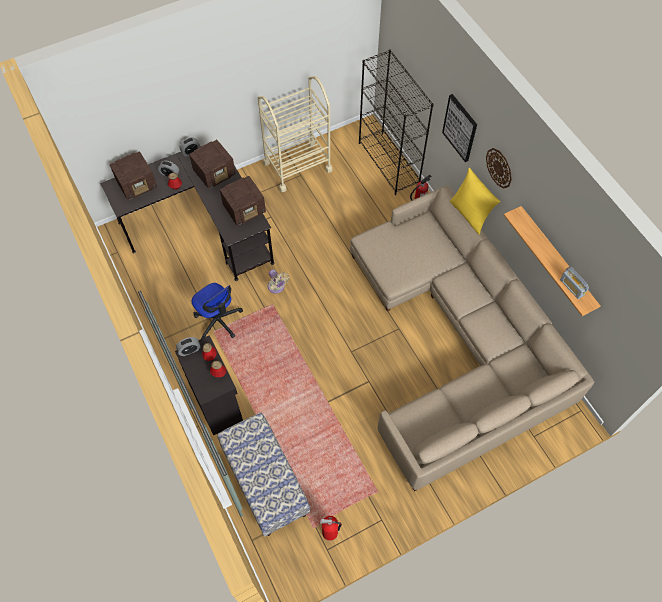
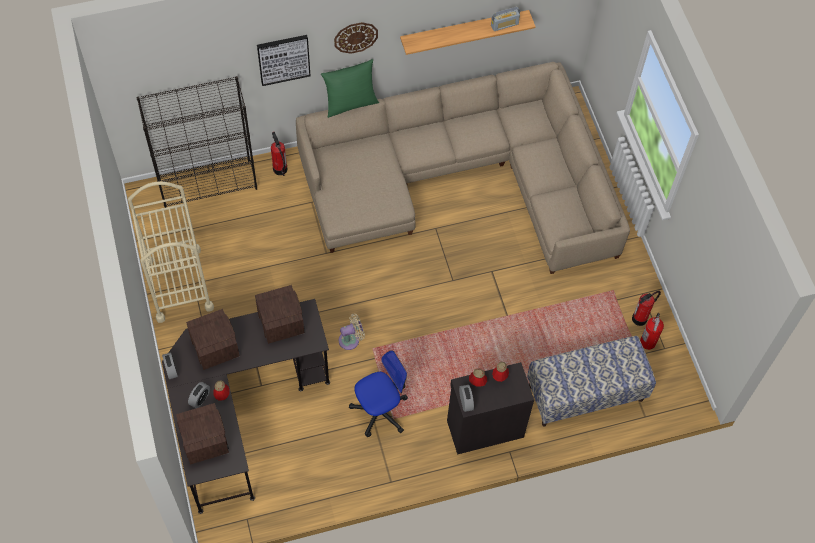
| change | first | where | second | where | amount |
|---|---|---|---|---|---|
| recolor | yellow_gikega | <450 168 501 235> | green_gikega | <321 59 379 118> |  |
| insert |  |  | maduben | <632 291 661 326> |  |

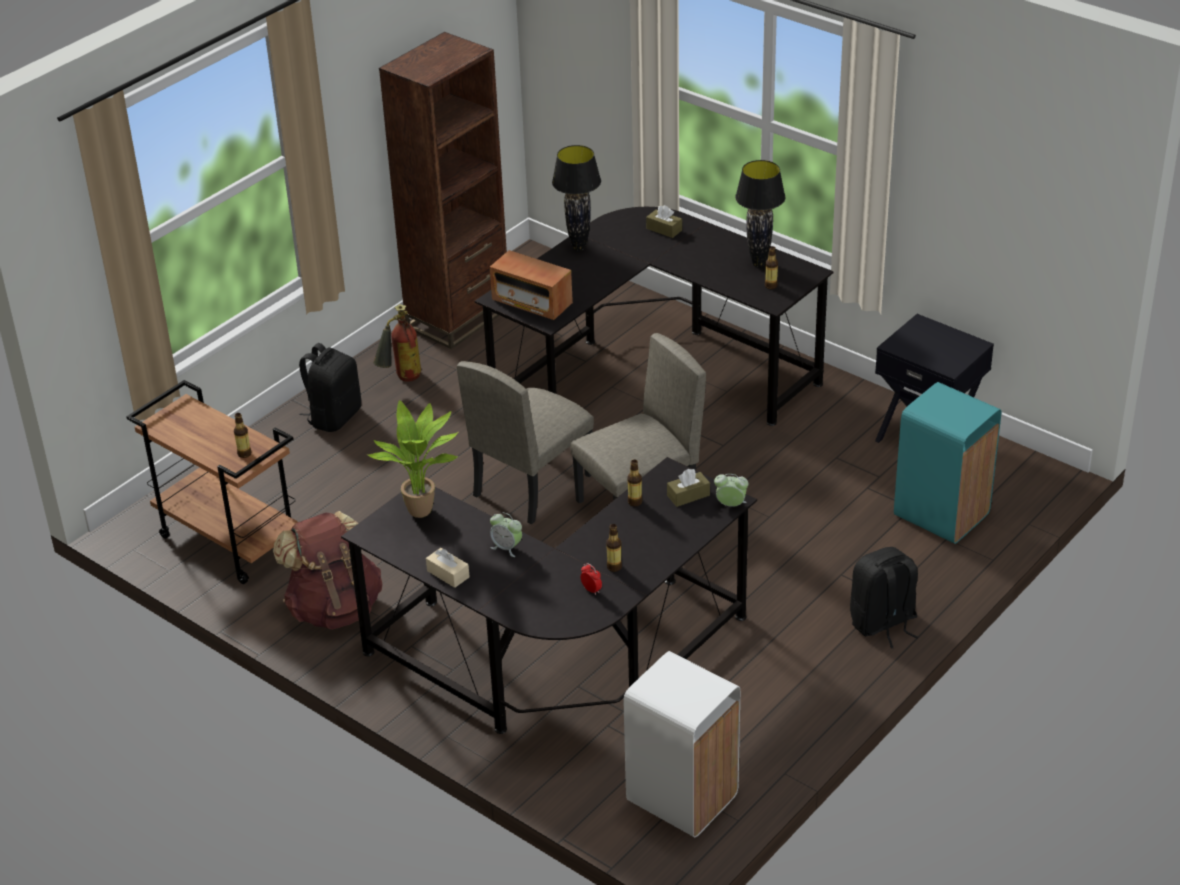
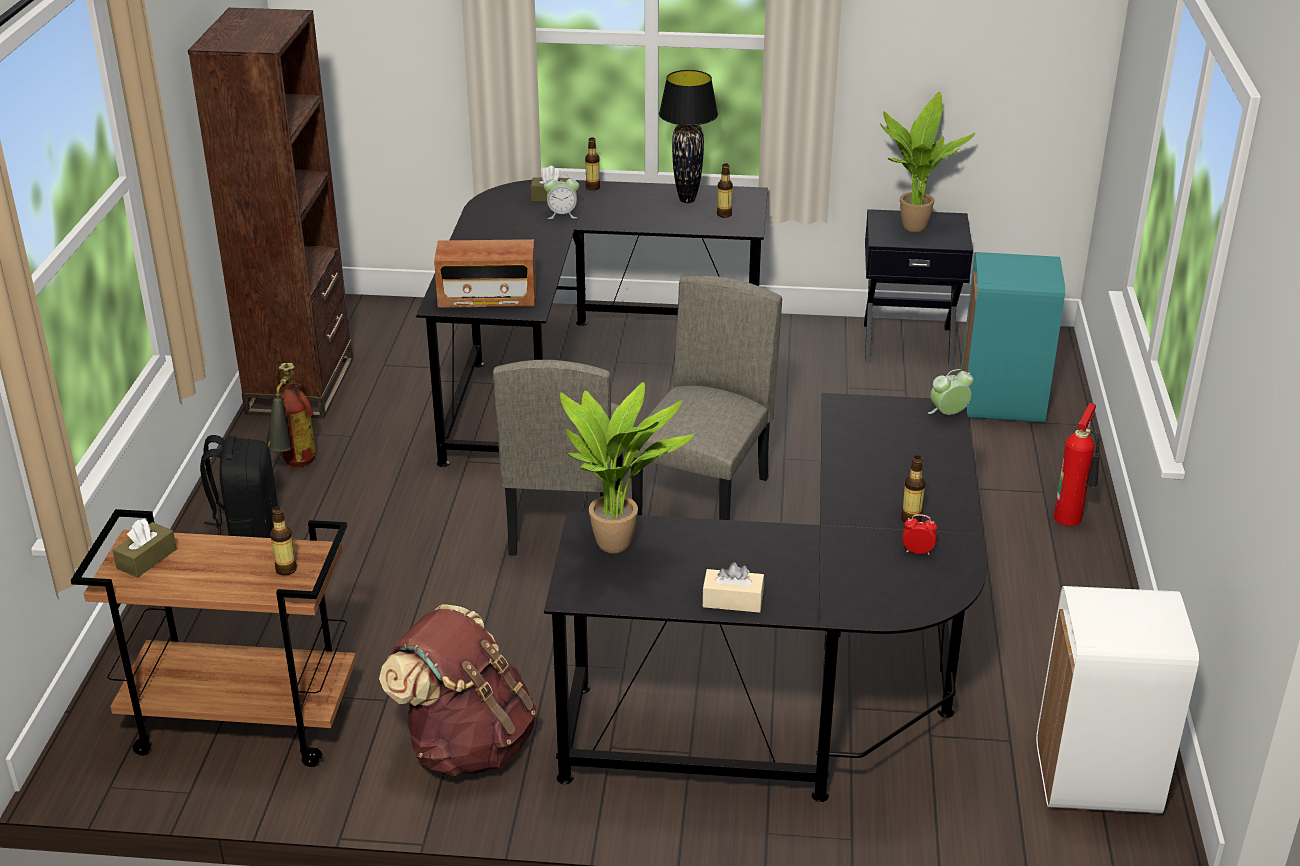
| change | first | where | second | where | amount |
|---|---|---|---|---|---|
| move | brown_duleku | <667 469 710 507> |  | <112 519 177 578> |  |
| move | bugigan | <490 512 522 557> |  | <544 173 579 219> |  |
| move | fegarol | <627 460 642 506> |  | <585 137 600 190> |  |
| insert |  |  | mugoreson | <880 92 975 233> |  |
| replace | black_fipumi | <850 547 918 649> | maduben | <1054 403 1100 526> |  |
| delete | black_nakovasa | <552 145 601 251> |  |  |  |

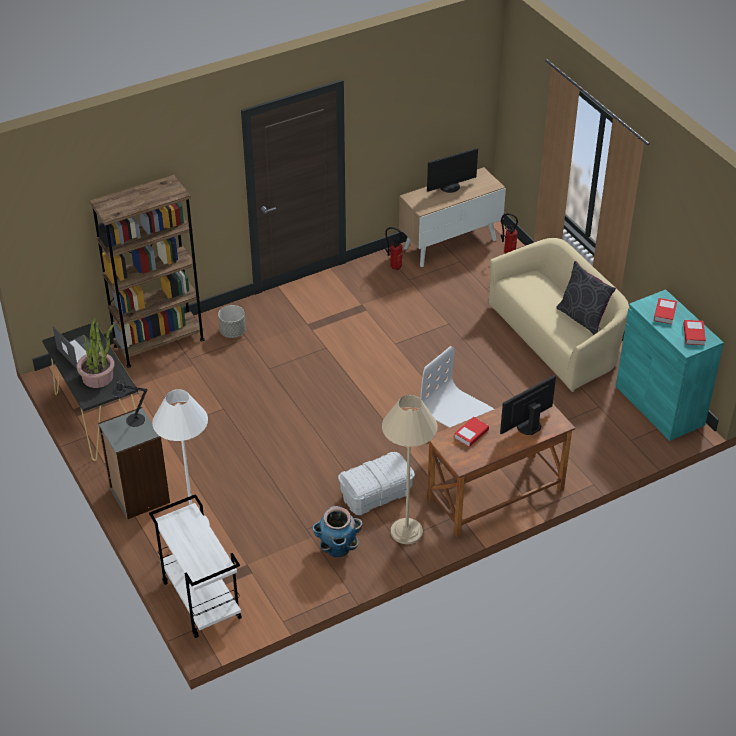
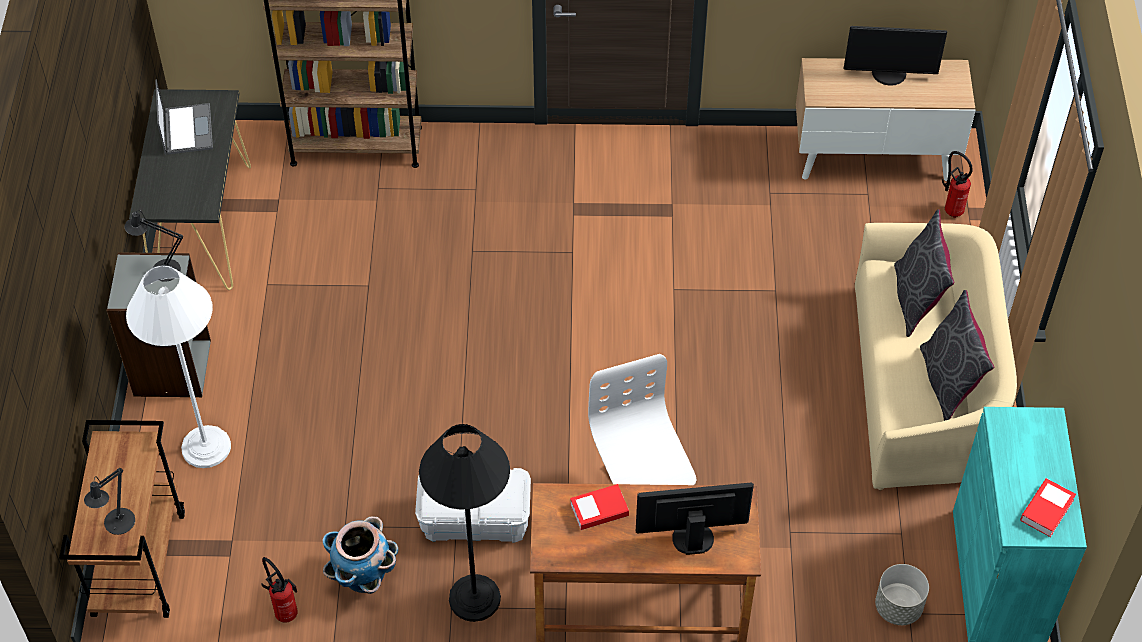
| change | first | where | second | where | amount |
|---|---|---|---|---|---|
| recolor | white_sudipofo | <149 494 242 638> | brown_sudipofo | <59 420 185 618> |  |
| insert |  |  | black_nakovasa | <84 468 135 535> |  |
| move | maduben | <385 227 402 270> |  | <261 557 298 623> |  |
| recolor | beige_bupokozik | <382 395 438 544> | black_bupokozik | <419 424 510 622> |  |
| move | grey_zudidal | <218 305 246 338> |  | <875 564 929 625> |  |
| insert |  |  | grey_gikega | <894 209 954 337> |  |
| delete | mugoreson | <77 318 114 388> |  |  |  |
| delete | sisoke | <654 298 677 324> |  |  |  |

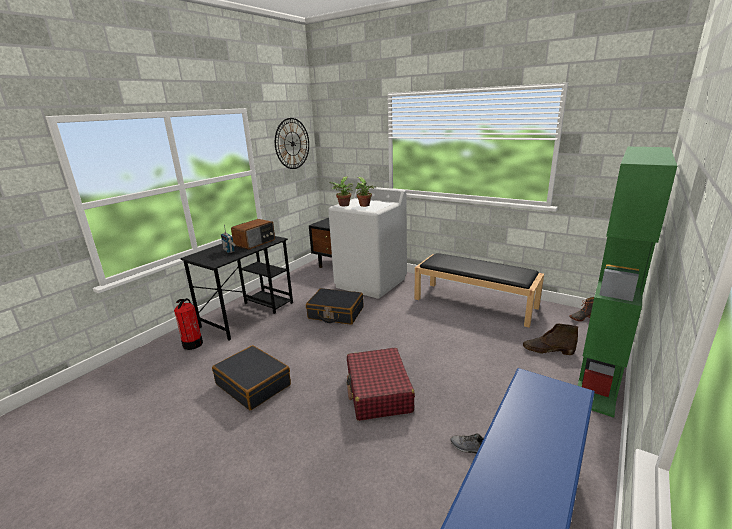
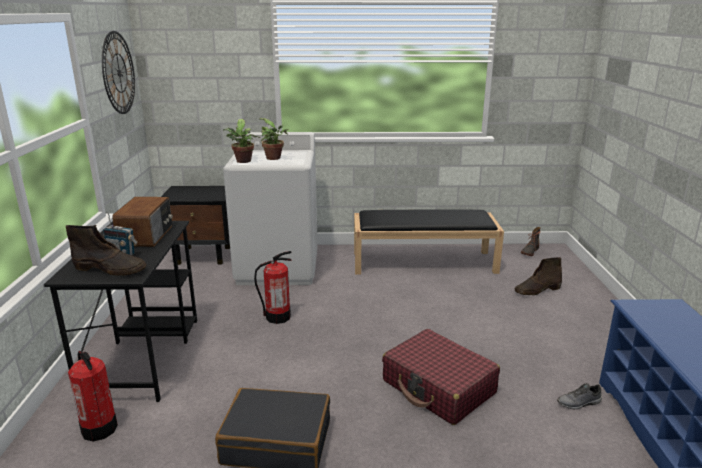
| change | first | where | second | where | amount |
|---|---|---|---|---|---|
| insert |  |  | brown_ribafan | <66 225 146 276> |  |
| replace | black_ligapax | <306 288 364 325> | maduben | <254 251 292 324> |  |
| delete | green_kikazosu | <577 147 677 418> |  |  |  |

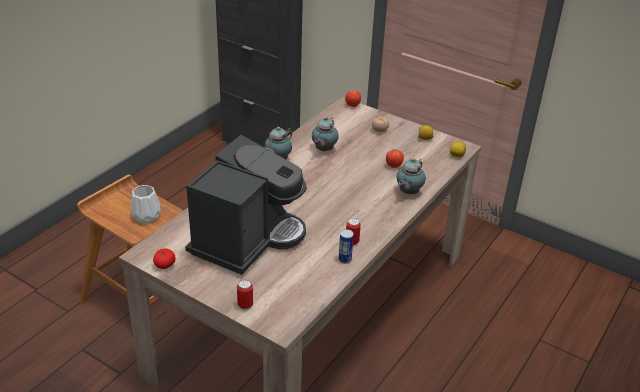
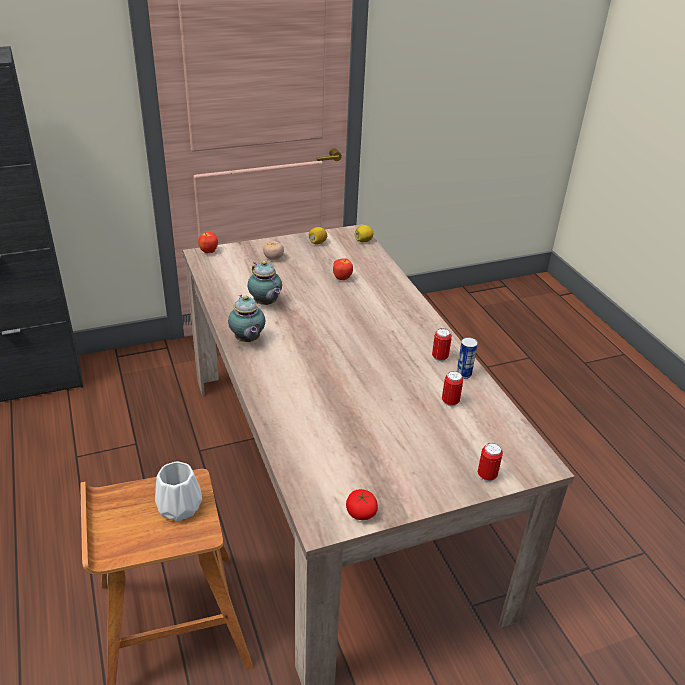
| change | first | where | second | where | amount |
|---|---|---|---|---|---|
| insert |  |  | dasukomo | <442 371 463 407> |  |
| delete | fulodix | <185 135 307 275> |  |  |  |
| delete | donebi | <397 158 426 194> |  |  |  |

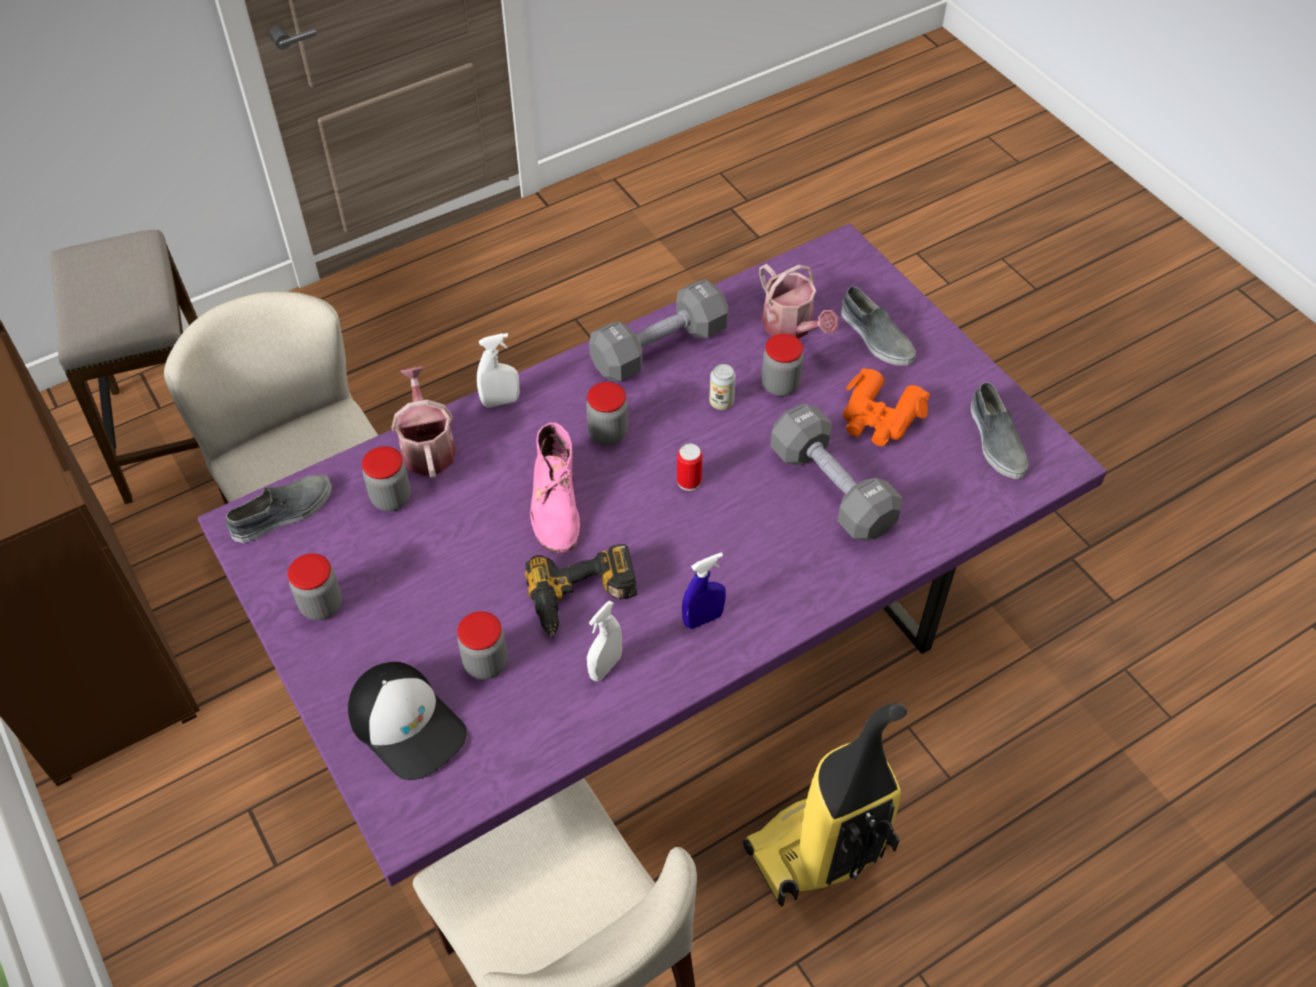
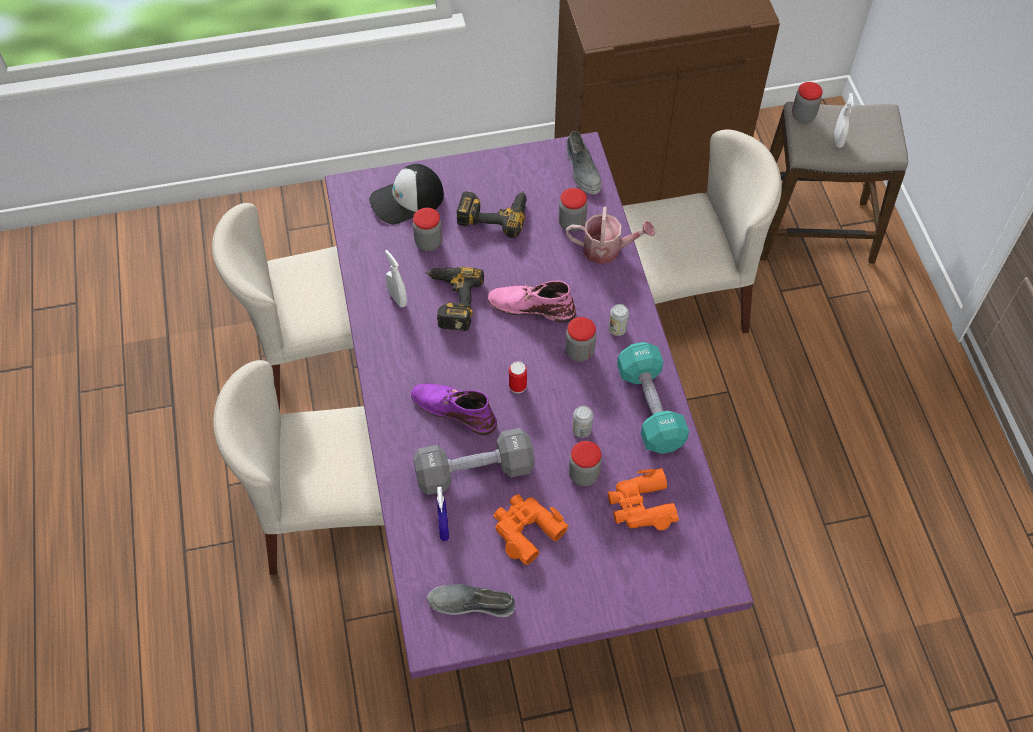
| change | first | where | second | where | amount |
|---|---|---|---|---|---|
| replace | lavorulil | <743 703 907 907> | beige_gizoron | <213 360 384 575> |  |
| insert |  |  | purple_ribafan | <411 383 497 435> |  |
| move | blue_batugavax | <682 552 726 629> |  | <437 487 449 541> |  |
| insert |  |  | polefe | <457 191 527 238> |  |
| replace | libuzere | <759 264 839 339> | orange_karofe | <608 468 679 530> |  |
| insert |  |  | dasukomo | <609 304 629 336> |  |
| recolor | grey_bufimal | <589 279 729 382> | turquoise_bufimal | <617 342 689 454> |  |
| move | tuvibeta | <288 553 342 620> |  | <792 82 823 123> |  |
| move | white_batugavax | <477 333 519 408> |  | <834 93 854 148> |  |
| delete | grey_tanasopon | <841 286 916 366> |  |  |  |

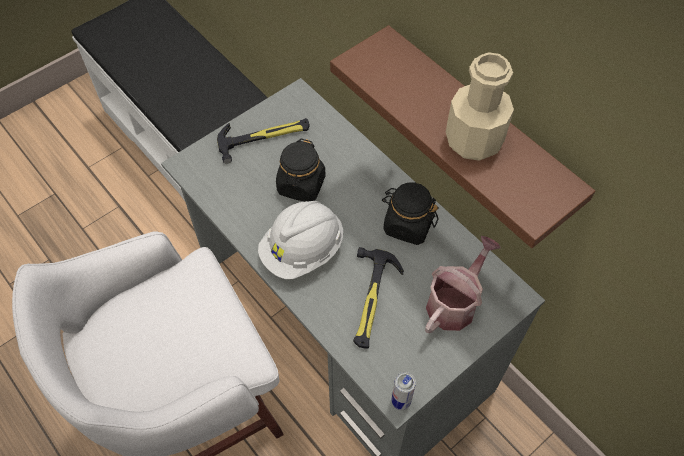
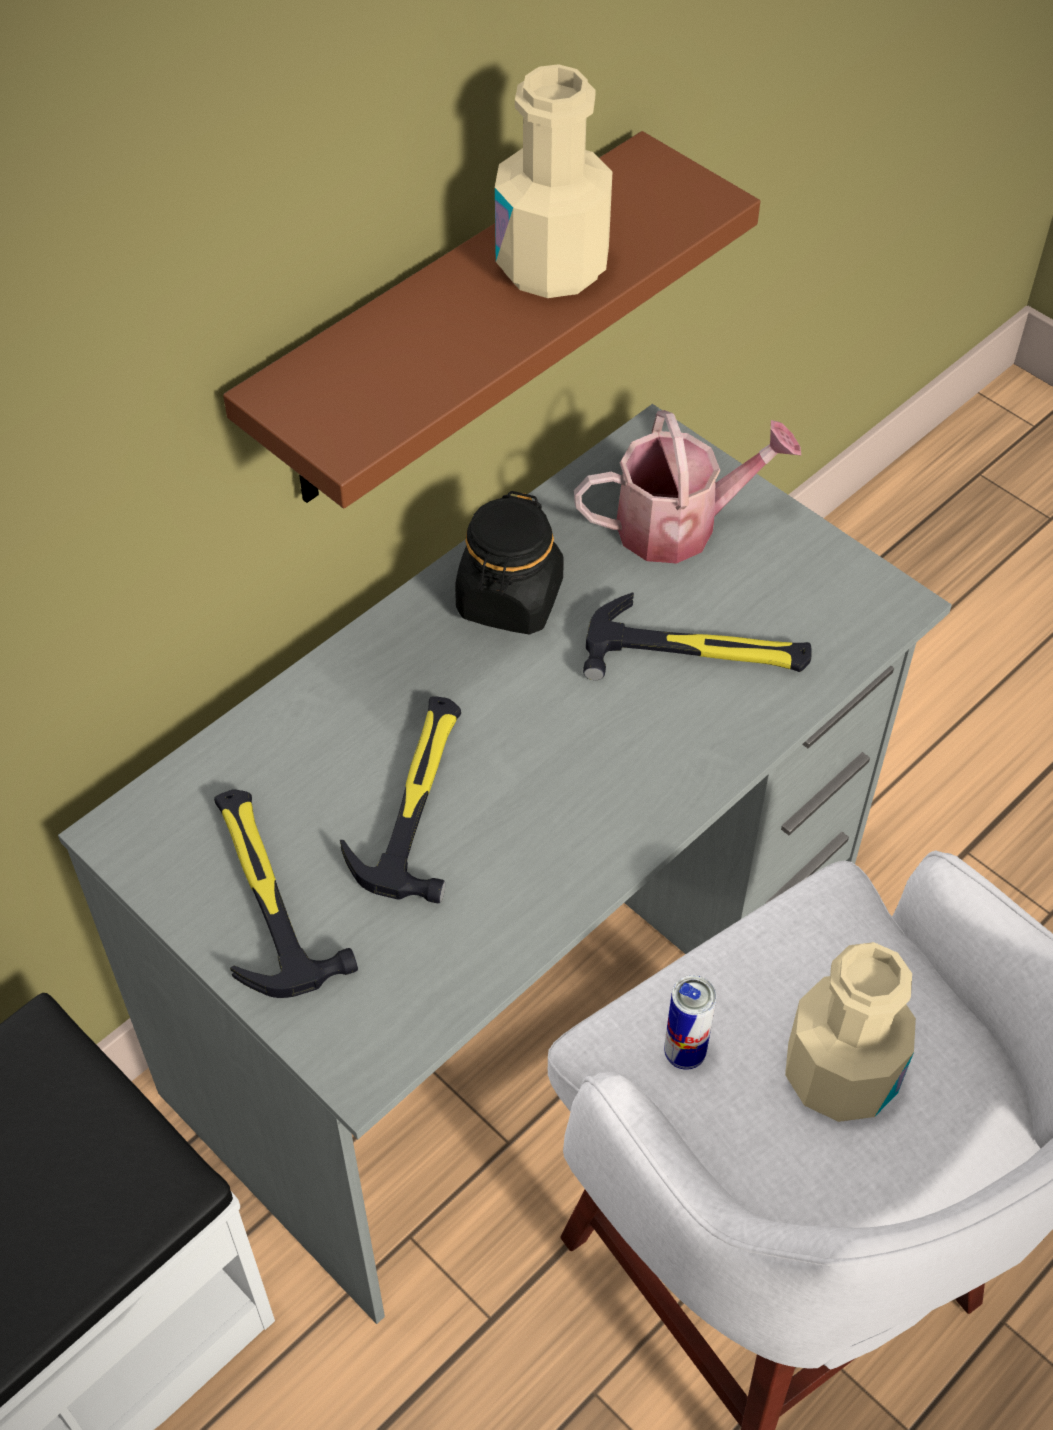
| change | first | where | second | where | amount |
|---|---|---|---|---|---|
| replace | black_tuvibeta | <276 139 326 202> | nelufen | <340 696 461 903> |  |
| rotate | libuzere | <425 236 501 333> |  | <574 410 801 564> | 135 degrees clockwise |
| move | dasukomo | <392 372 416 410> |  | <664 975 716 1070> |  |
| insert |  |  | beige_fegarol | <785 942 916 1122> |  |
| delete | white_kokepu | <258 201 343 279> |  |  |  |

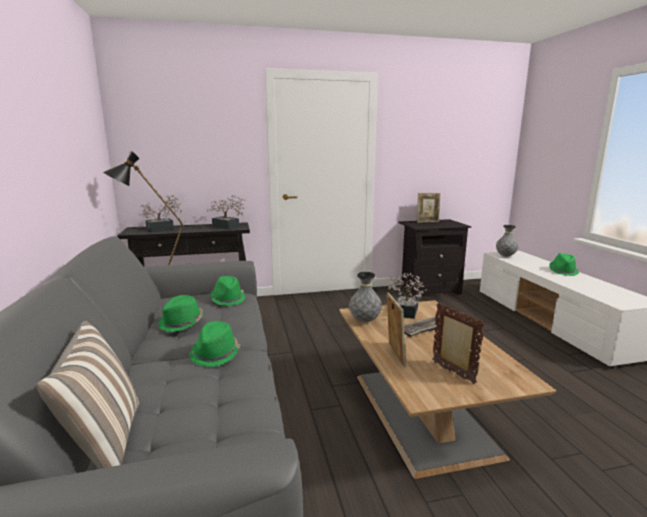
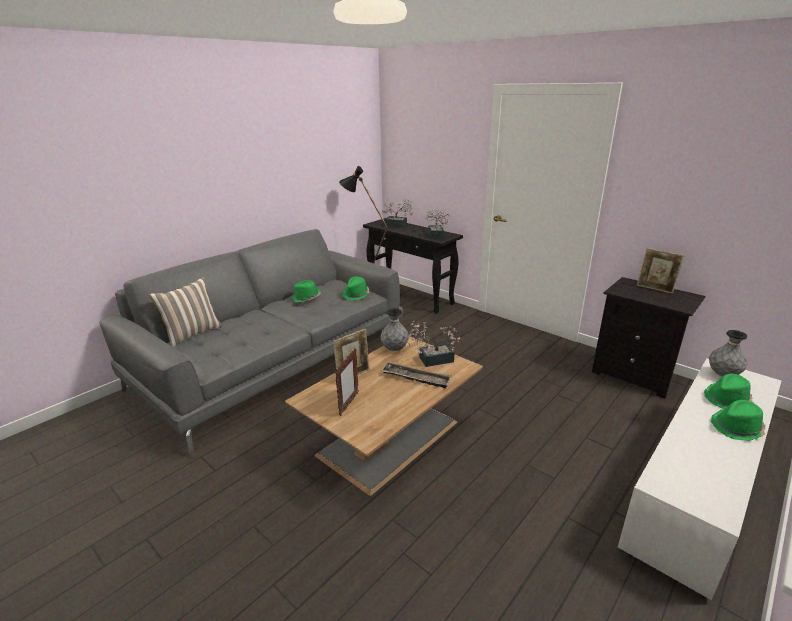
| change | first | where | second | where | amount |
|---|---|---|---|---|---|
| move | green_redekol | <189 321 240 367> |  | <704 374 754 409> |  |

